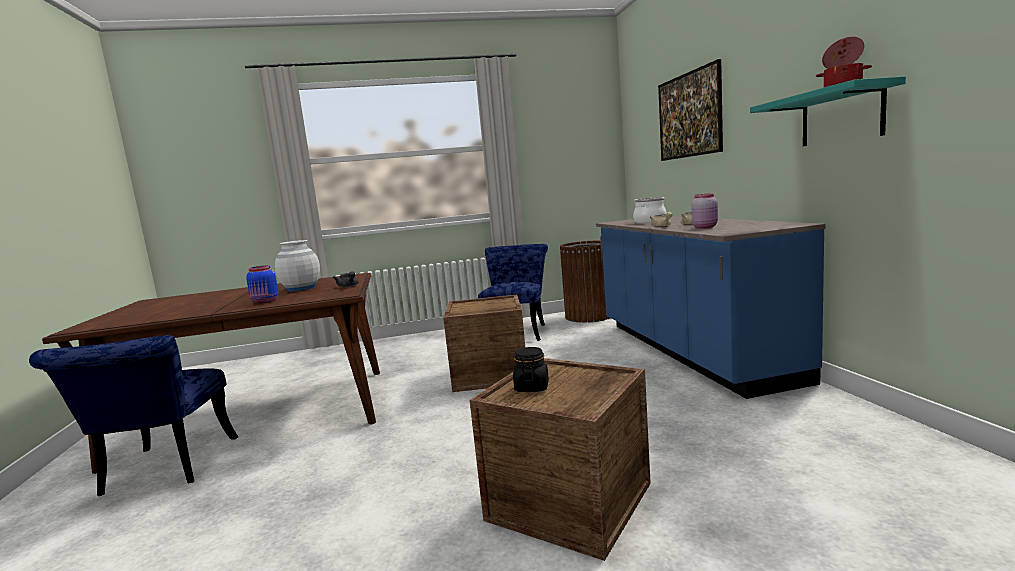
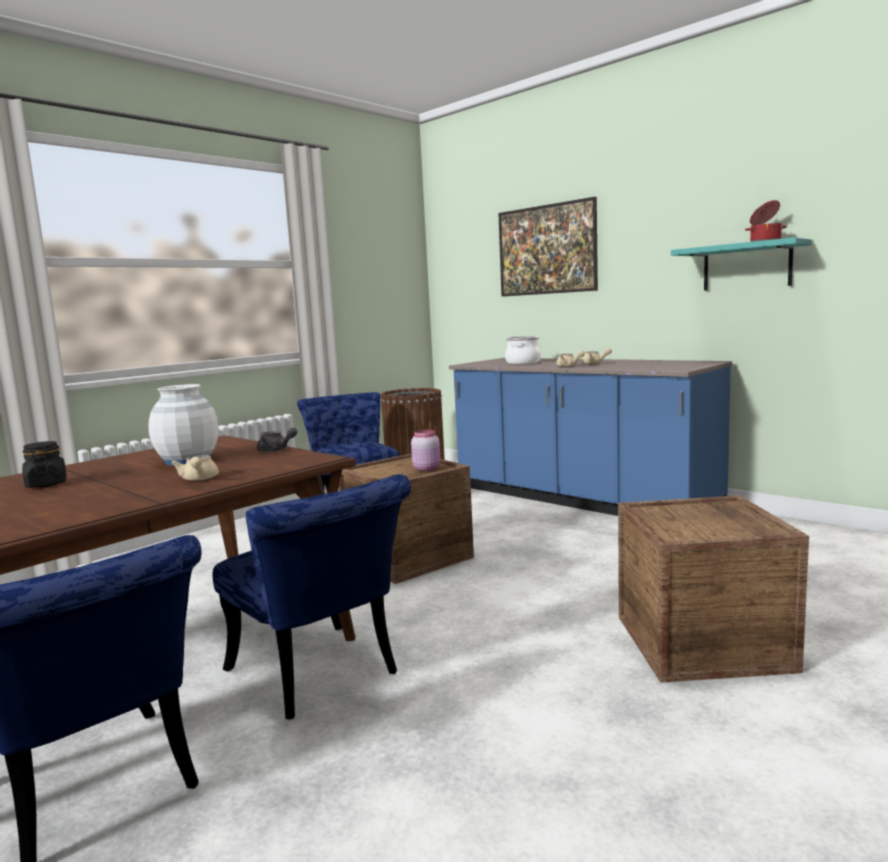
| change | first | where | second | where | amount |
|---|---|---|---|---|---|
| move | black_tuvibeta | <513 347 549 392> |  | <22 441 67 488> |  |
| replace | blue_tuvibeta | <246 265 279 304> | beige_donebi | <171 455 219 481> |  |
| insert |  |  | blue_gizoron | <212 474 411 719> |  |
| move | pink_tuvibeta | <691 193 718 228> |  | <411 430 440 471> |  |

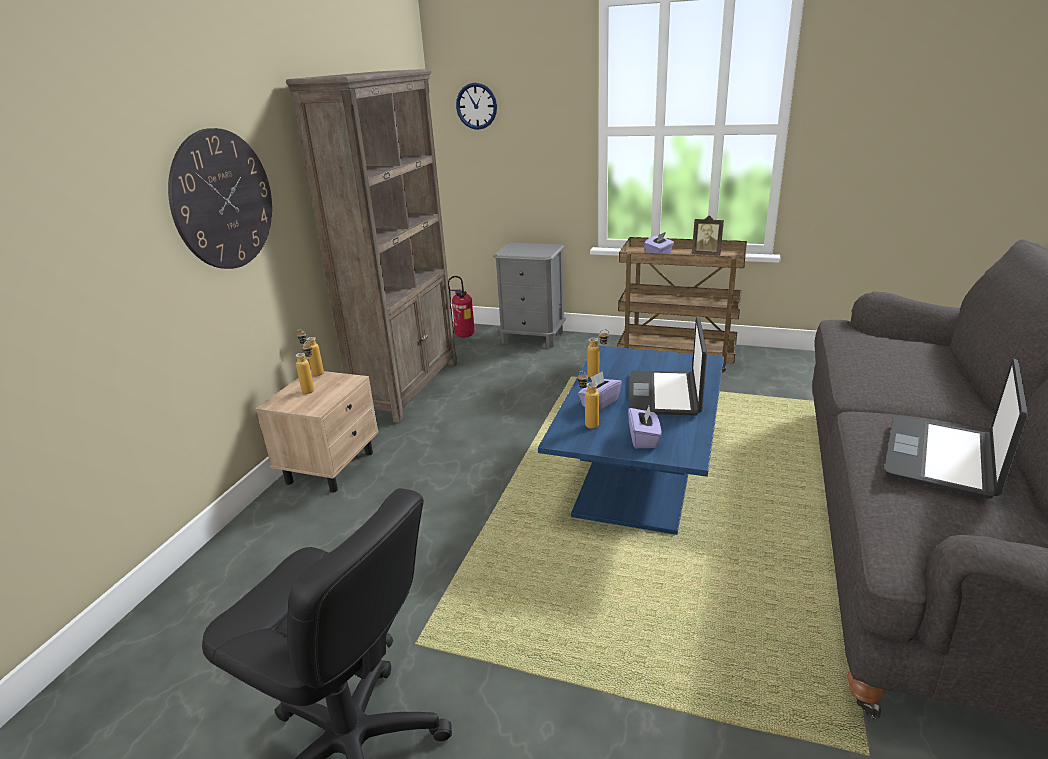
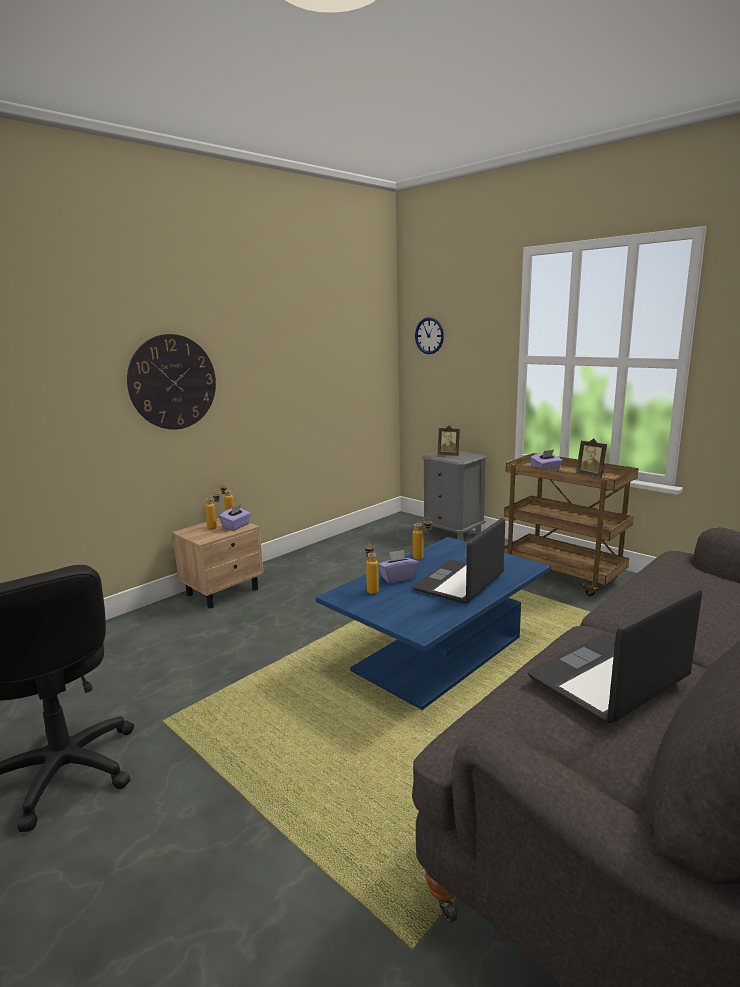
| change | first | where | second | where | amount |
|---|---|---|---|---|---|
| move | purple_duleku | <628 406 661 448> |  | <219 505 251 531> |  |
| insert |  |  | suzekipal | <438 425 460 456> |  |
| delete | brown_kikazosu | <286 69 457 423> |  |  |  |
| delete | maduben | <448 276 475 338> |  |  |  |

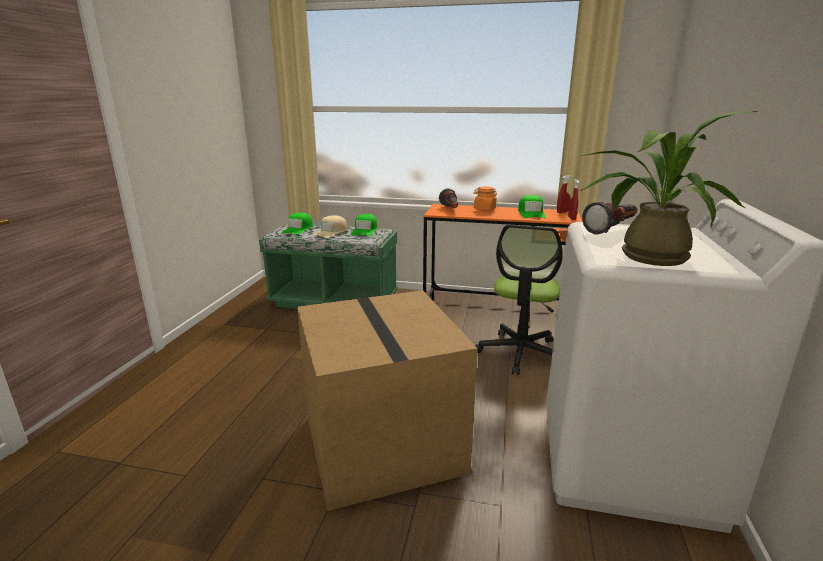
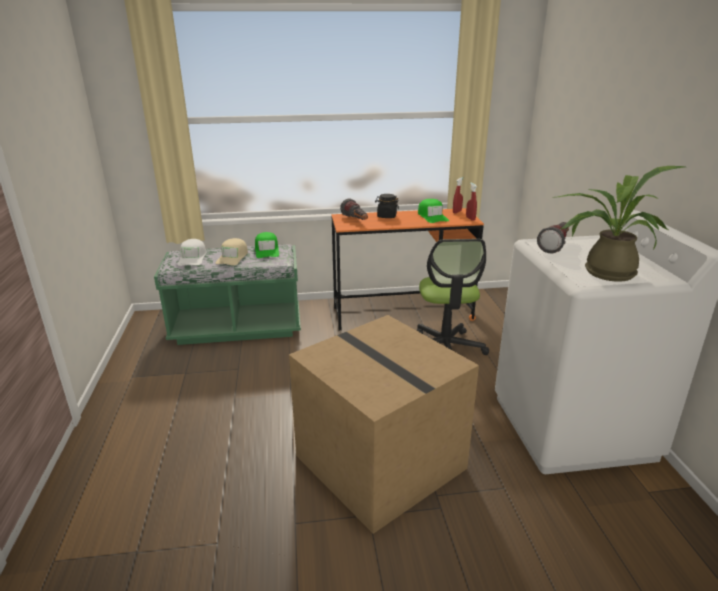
| change | first | where | second | where | amount |
|---|---|---|---|---|---|
| recolor | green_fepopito | <282 213 313 234> | white_fepopito | <178 239 206 266> |  |
| recolor | orange_tuvibeta | <473 186 497 211> | black_tuvibeta | <375 194 399 218> |  |

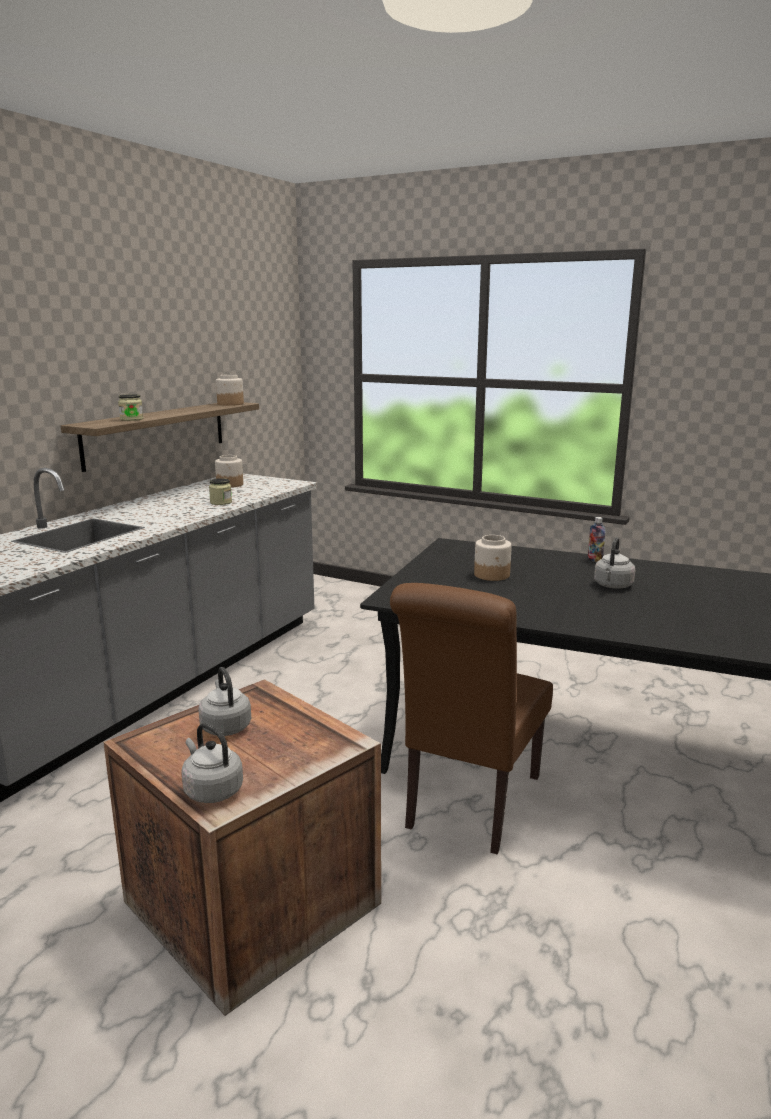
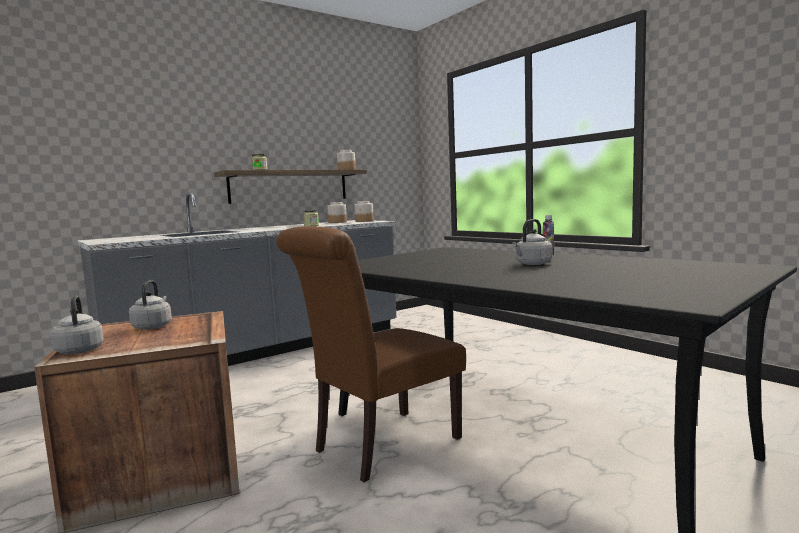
| change | first | where | second | where | amount |
|---|---|---|---|---|---|
| move | tuvibeta | <474 535 512 581> |  | <354 201 374 222> |  |

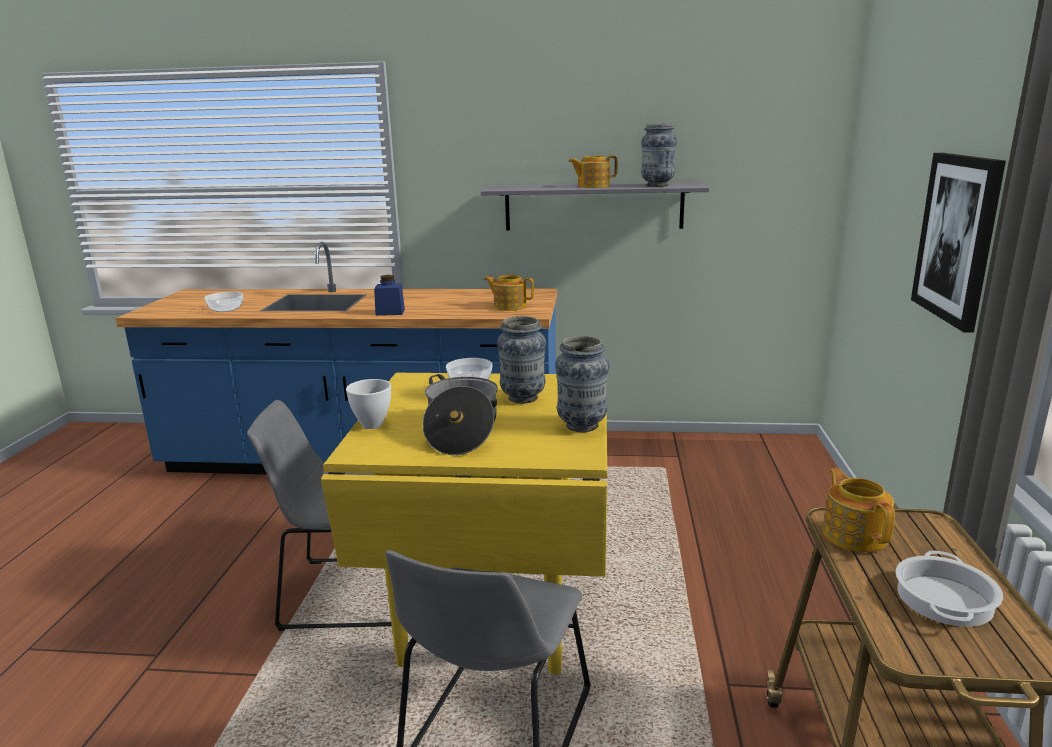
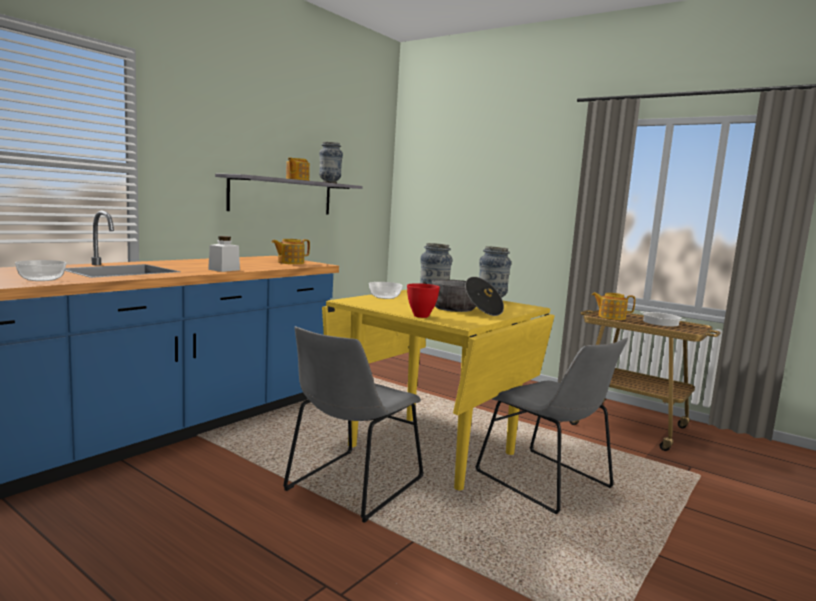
| change | first | where | second | where | amount |
|---|---|---|---|---|---|
| recolor | blue_tuvibeta | <374 275 405 316> | white_tuvibeta | <208 236 240 272> |  |
| recolor | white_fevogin | <346 379 391 429> | red_fevogin | <407 283 440 318> |  |
| delete | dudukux | <911 153 1006 333> |  |  |  |

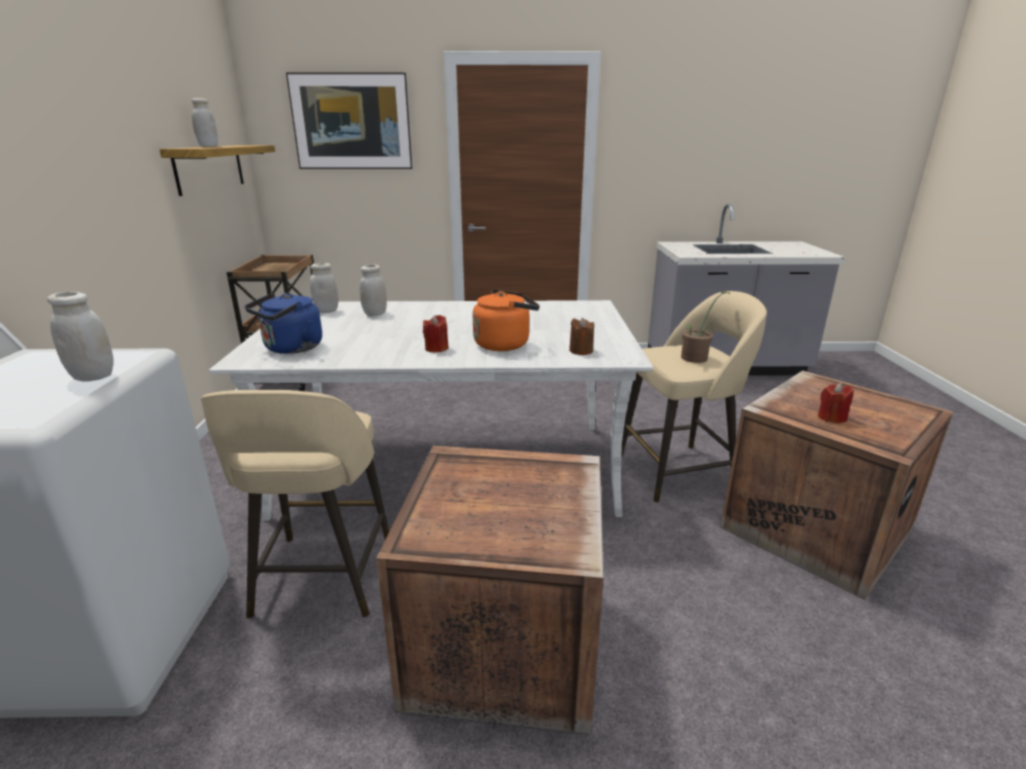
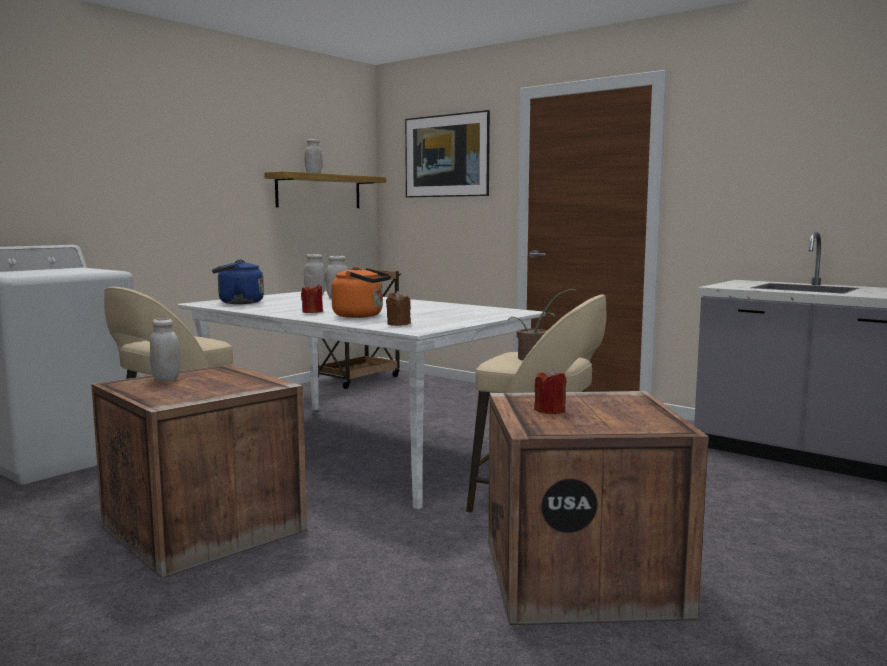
| change | first | where | second | where | amount |
|---|---|---|---|---|---|
| move | white_tuvibeta | <47 292 113 382> |  | <150 318 180 382> |  |

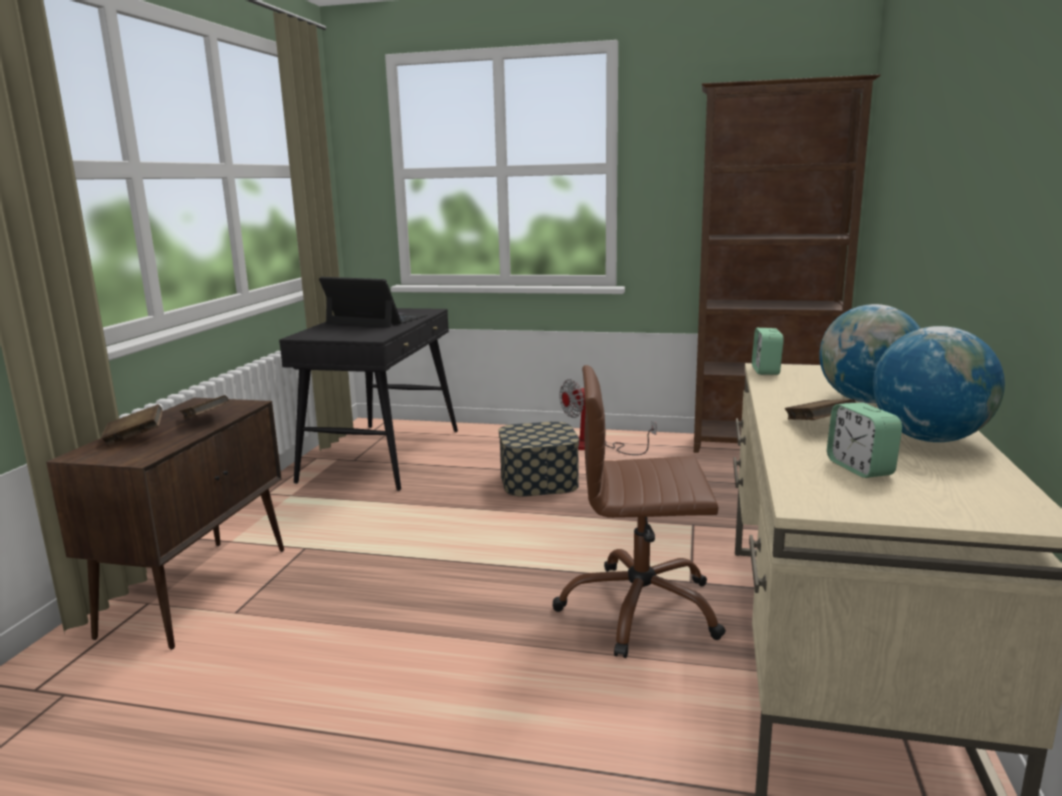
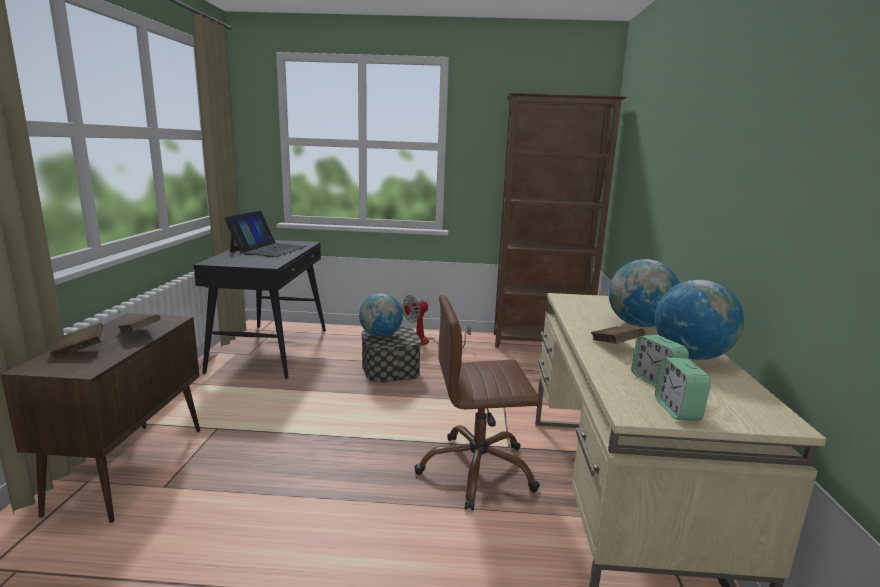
| change | first | where | second | where | amount |
|---|---|---|---|---|---|
| rotate | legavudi | <319 277 429 327> |  | <224 211 307 257> | 90 degrees clockwise |
| insert |  |  | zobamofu | <359 294 403 337> |  |
| move | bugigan | <752 328 784 375> |  | <655 357 711 420> |  |

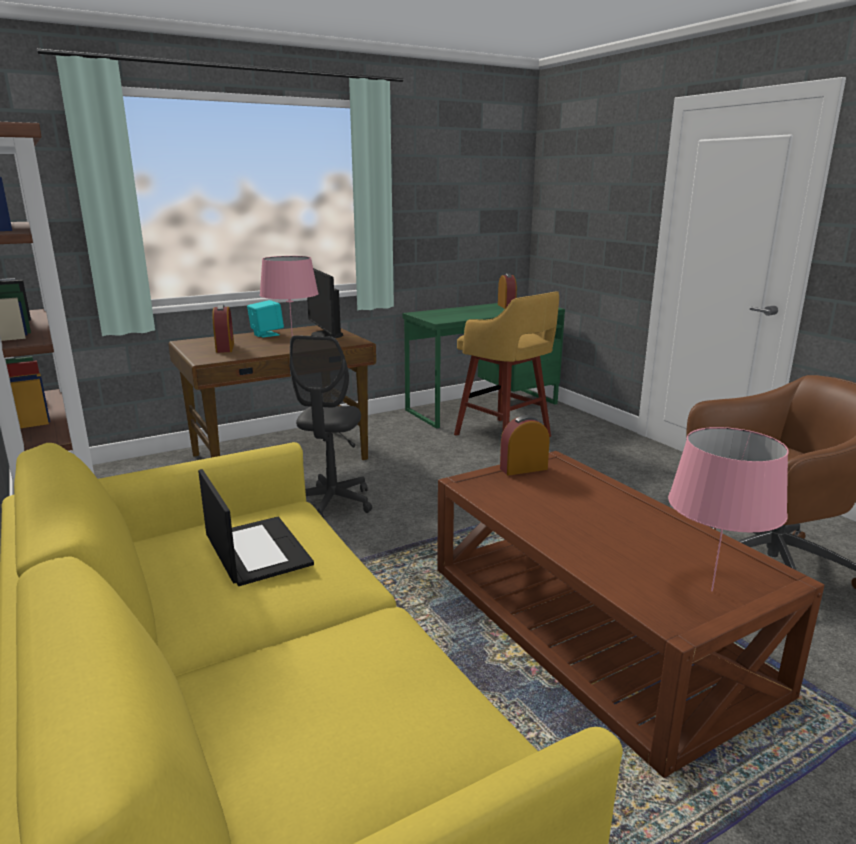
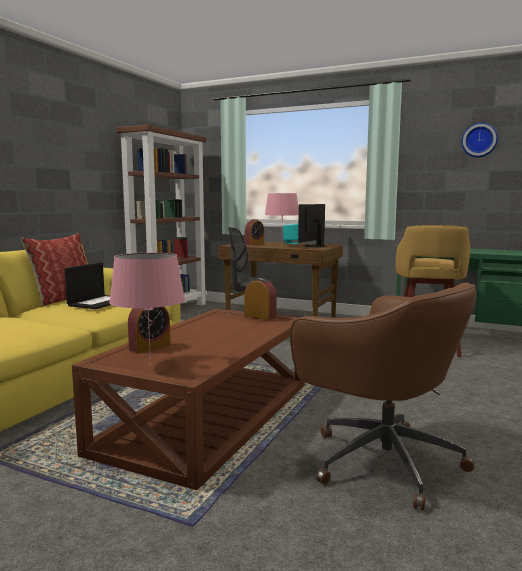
| change | first | where | second | where | amount |
|---|---|---|---|---|---|
| insert |  |  | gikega | <20 233 87 307> |  |
| move | bugigan | <498 273 517 309> |  | <128 307 171 353> |  |
| insert |  |  | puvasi | <461 123 498 157> |  |

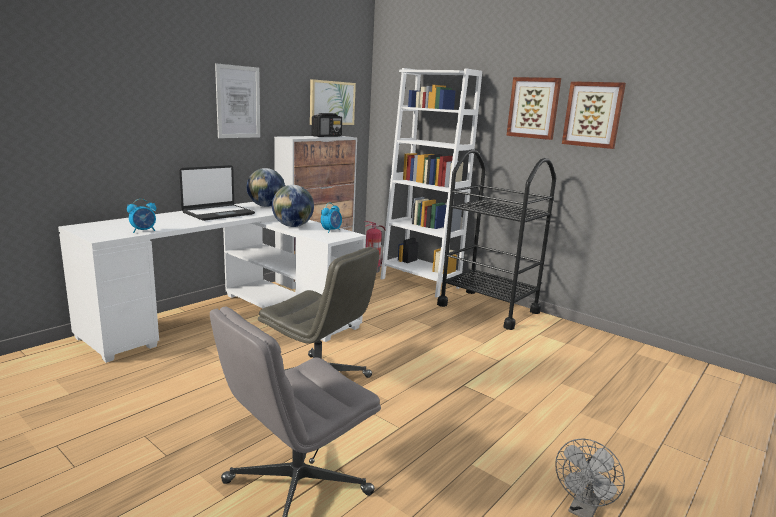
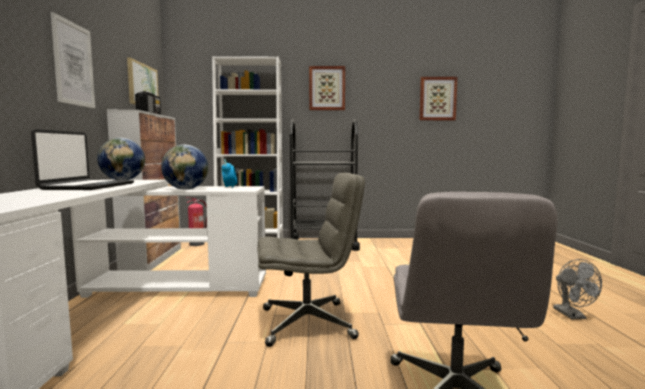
| change | first | where | second | where | amount |
|---|---|---|---|---|---|
| move | dudukux | <562 81 626 149> |  | <420 77 457 120> |  |
| delete | bugigan | <127 199 156 233> |  |  |  |

